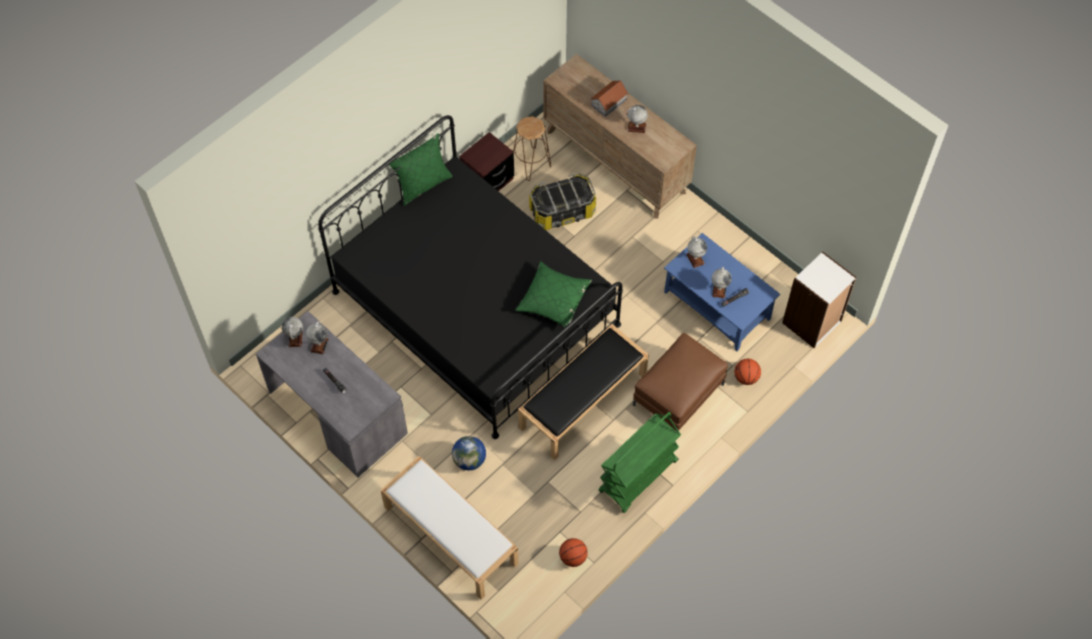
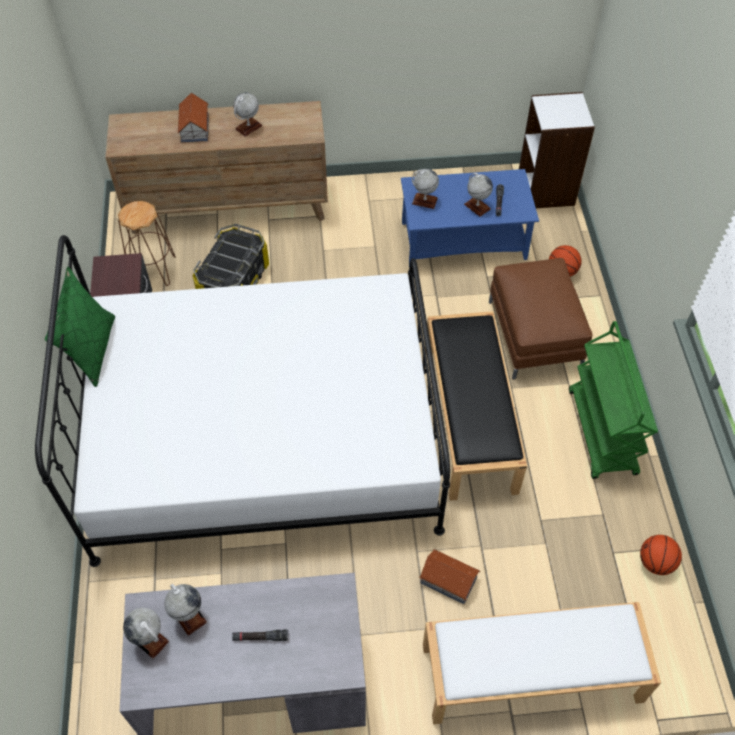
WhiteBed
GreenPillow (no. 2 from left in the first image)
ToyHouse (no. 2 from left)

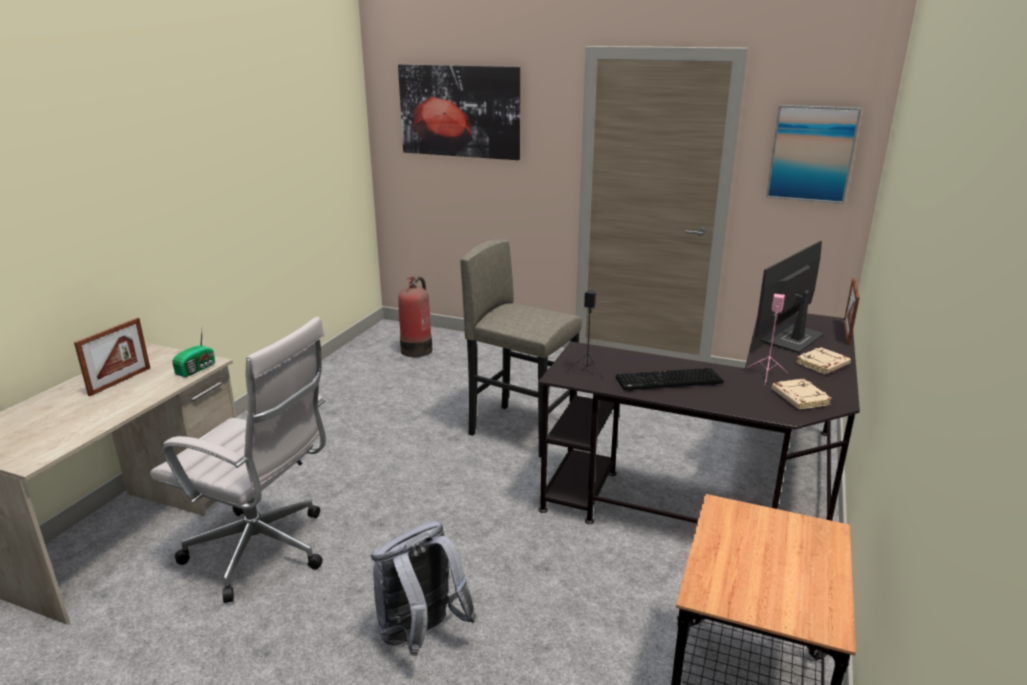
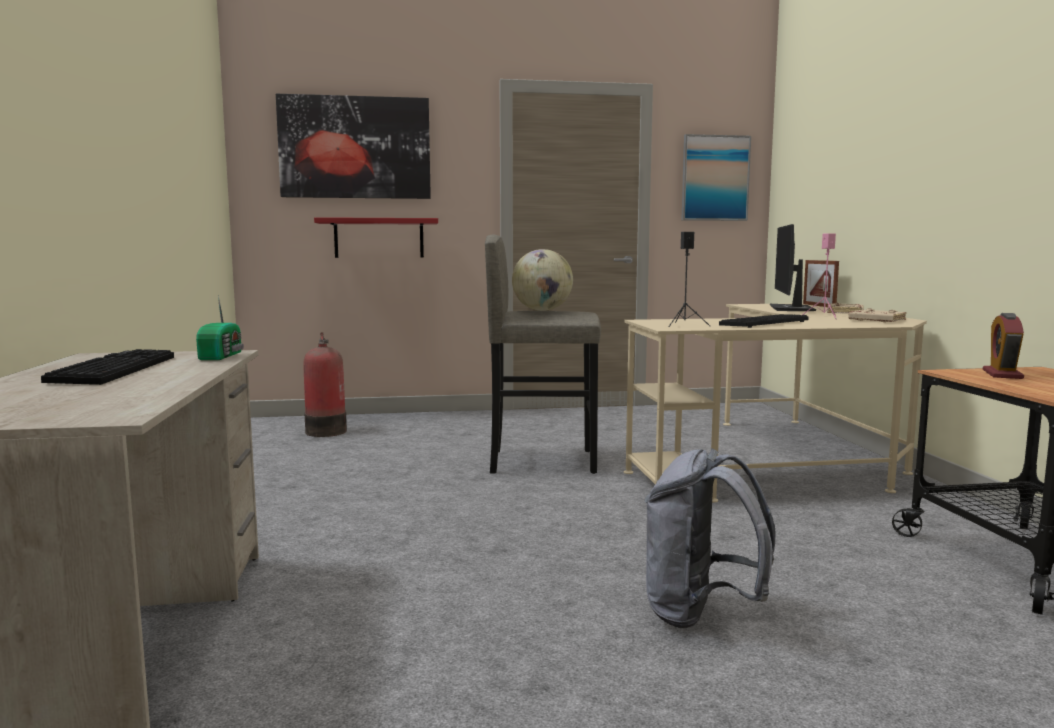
BeigeDesk (no. 2 from left)
WhiteOfficeChair
Keyboard (no. 1 from left)
RedShelf
Globe
AlarmClock

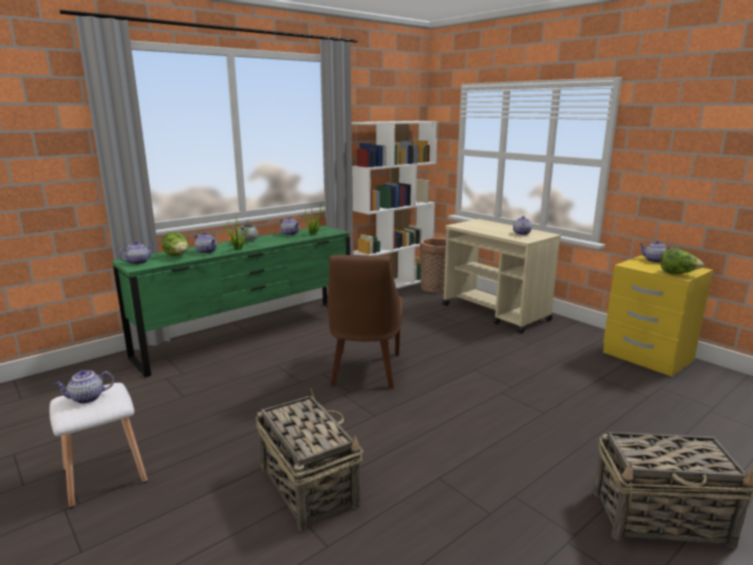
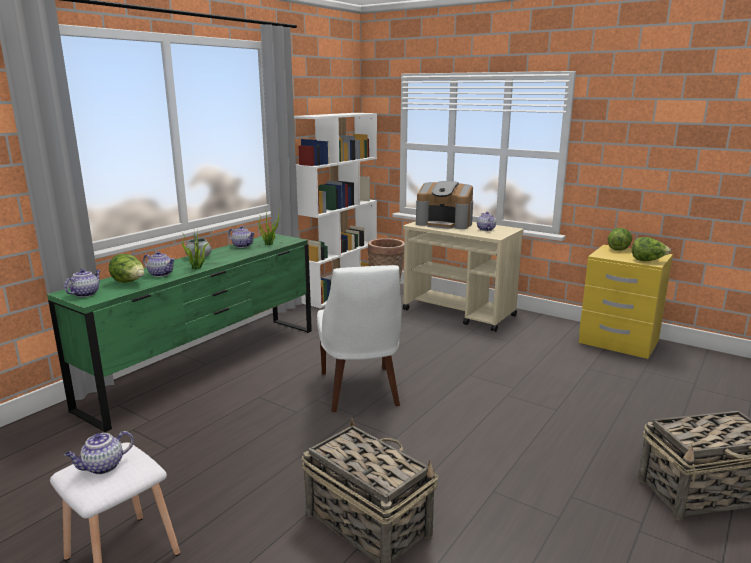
Lettuce (no. 2 from left)
WhiteChair
CoffeeMachine

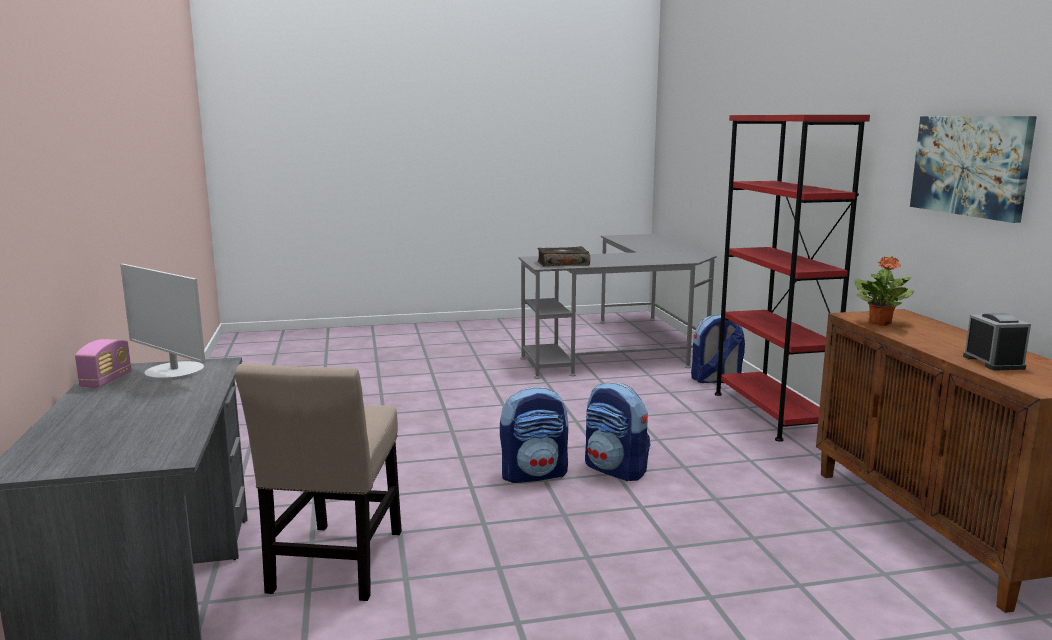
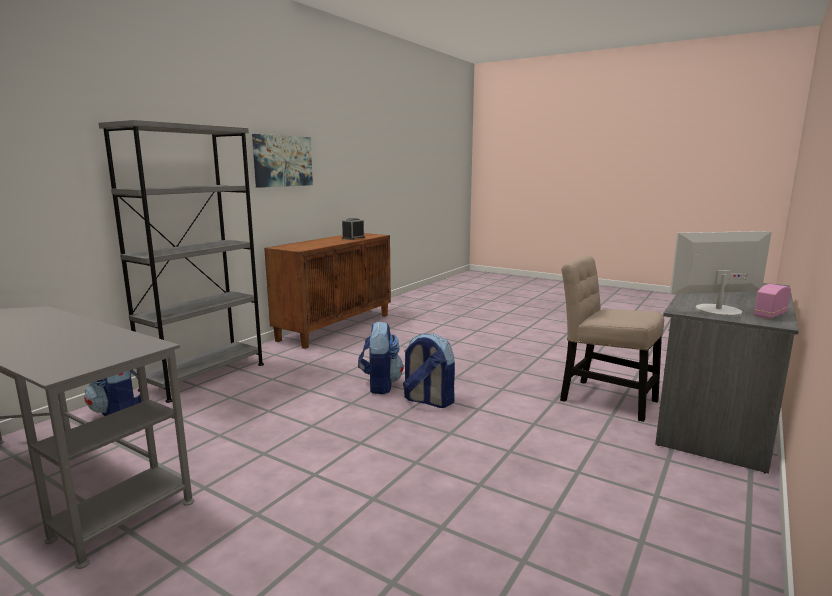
GreyBookcase
Book
PottedPlant
Monitor
BeigeChair

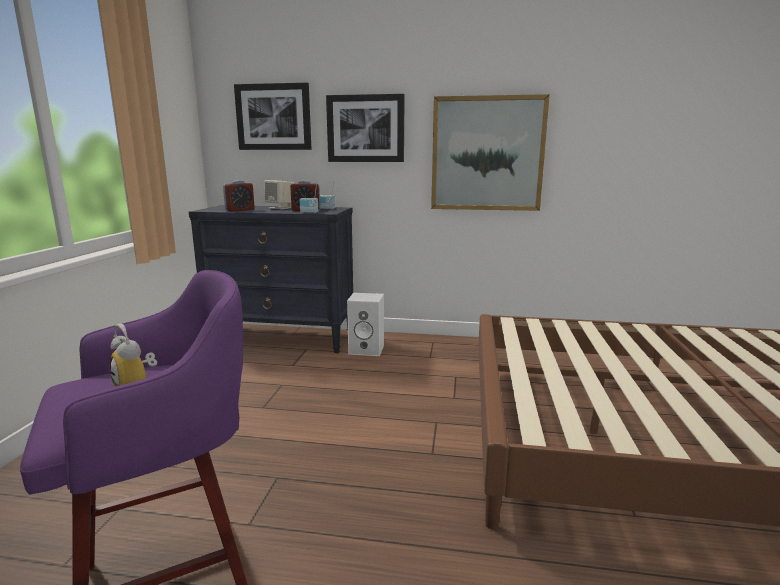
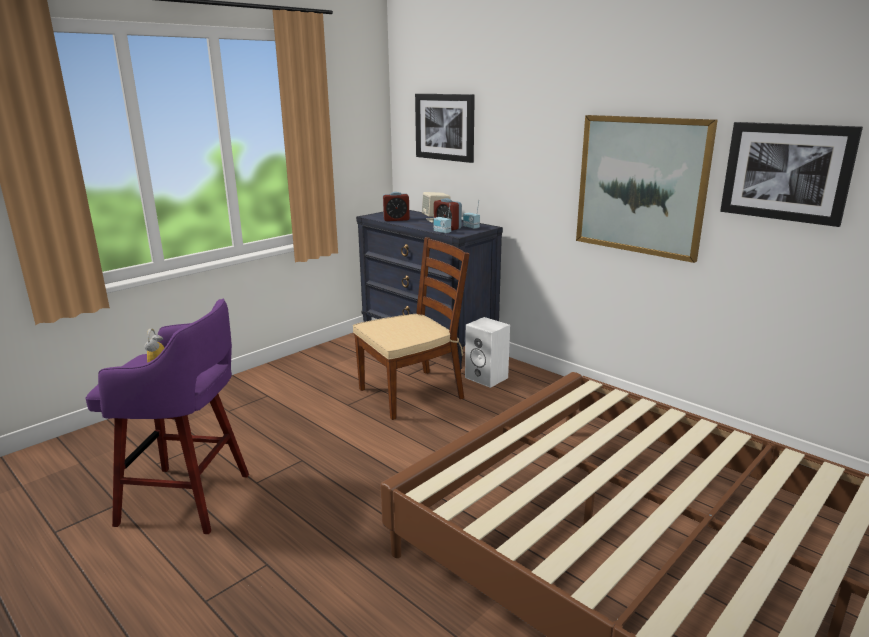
Picture (no. 3 from left)
BrownChair

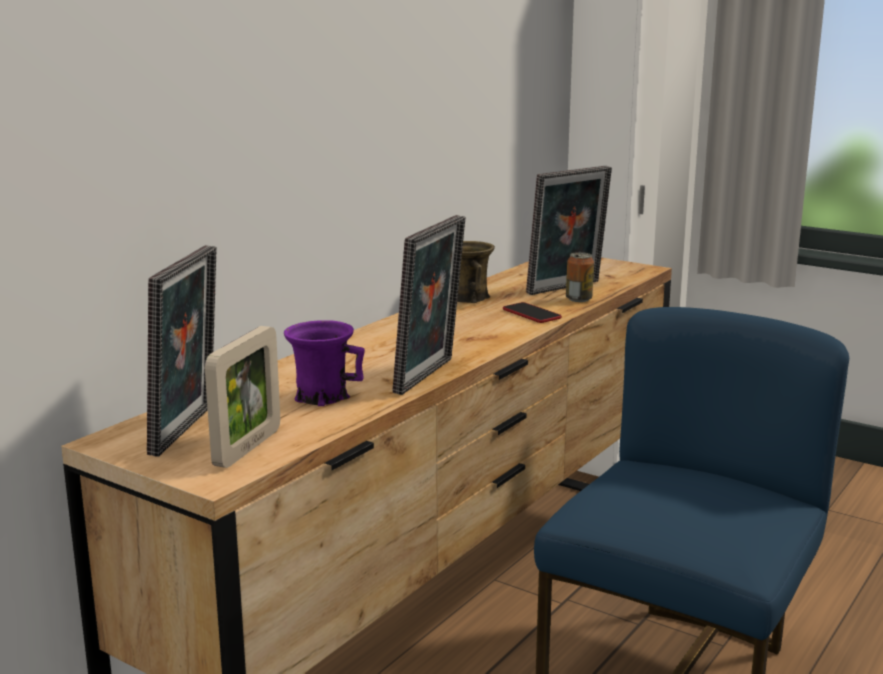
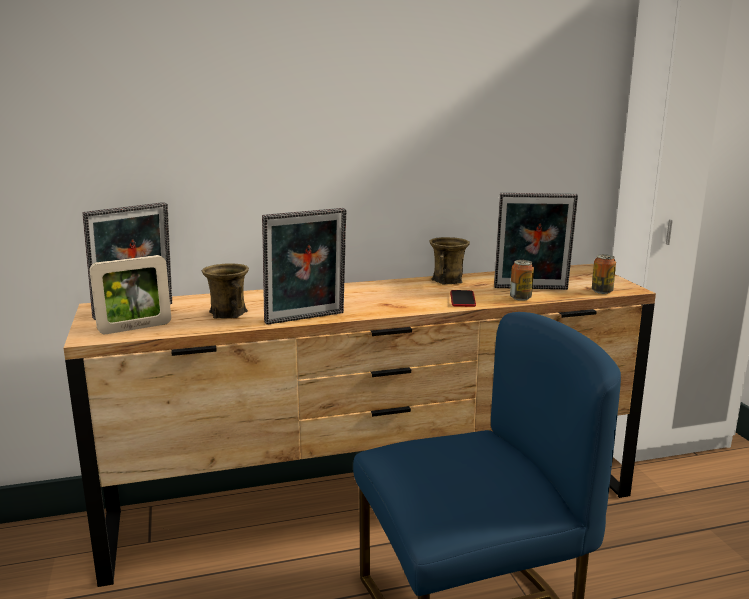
BrownMug (no. 1 from left)
Can (no. 2 from left)

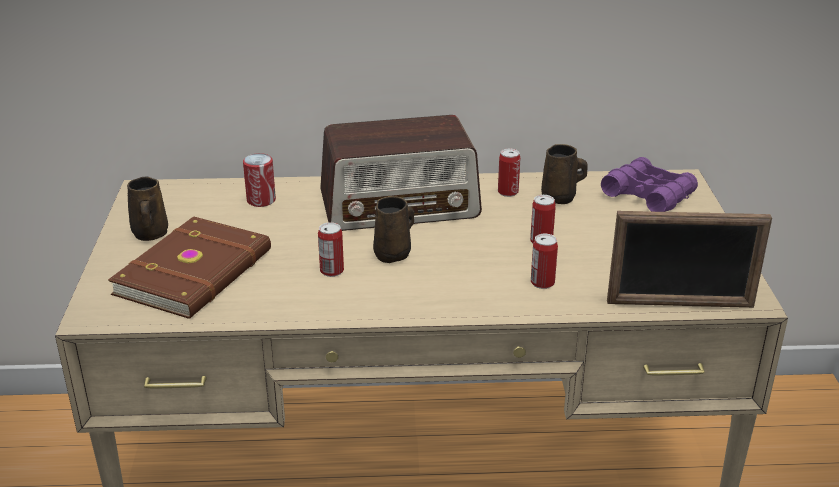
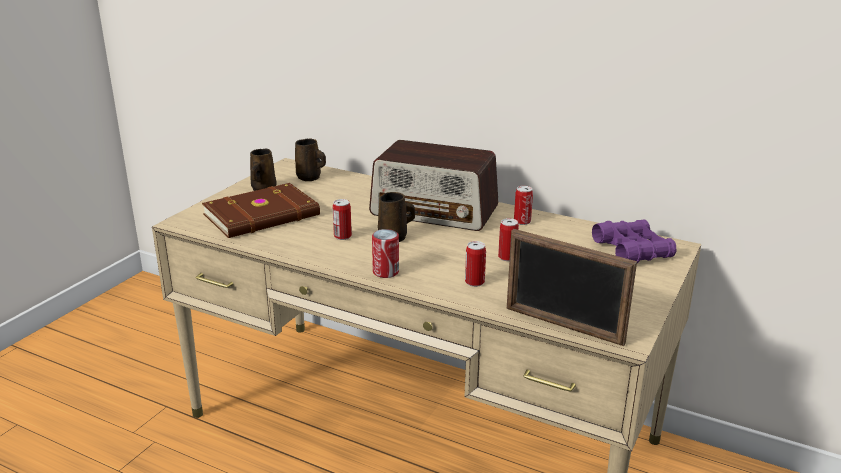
BrownMug (no. 2 from left)
Can (no. 2 from left)

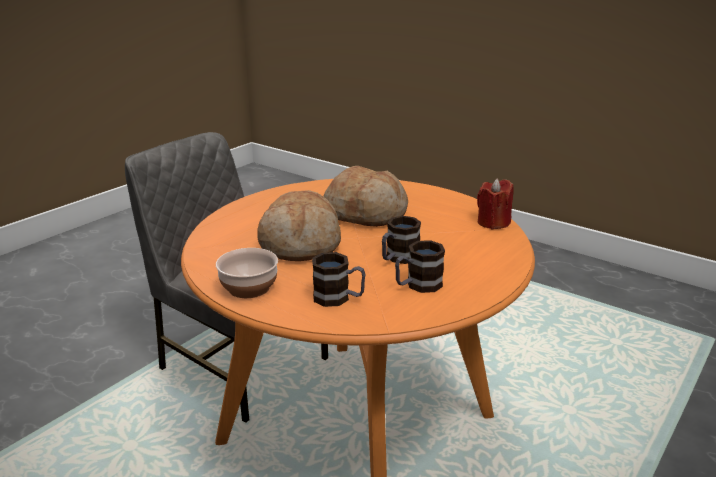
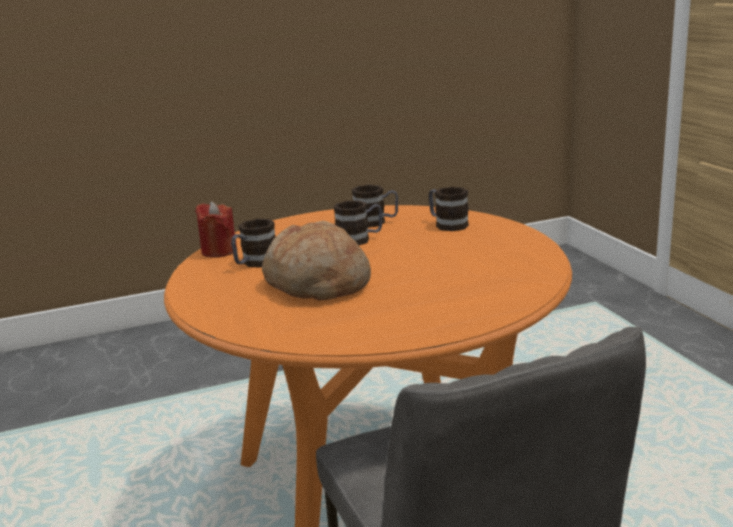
Bread (no. 1 from left in the first image)
Bowl
Mug (no. 1 from left)

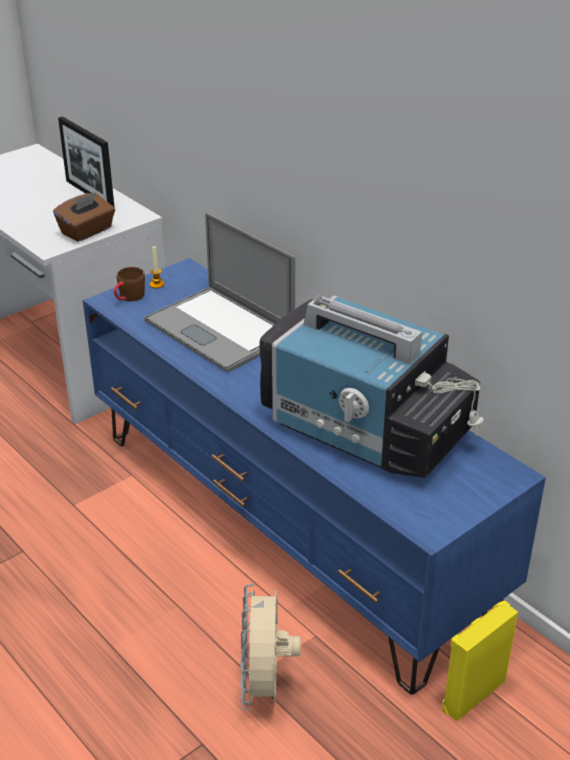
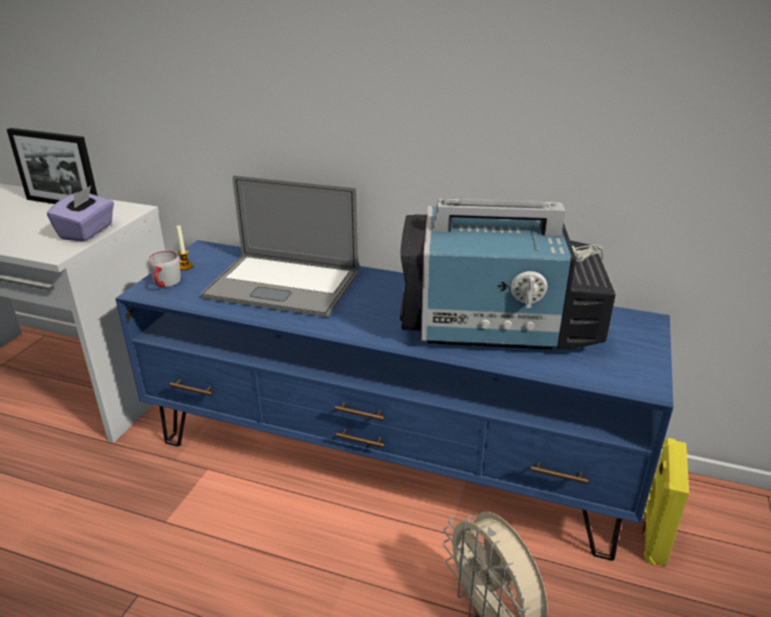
PurpleTissueBox
GreyMug

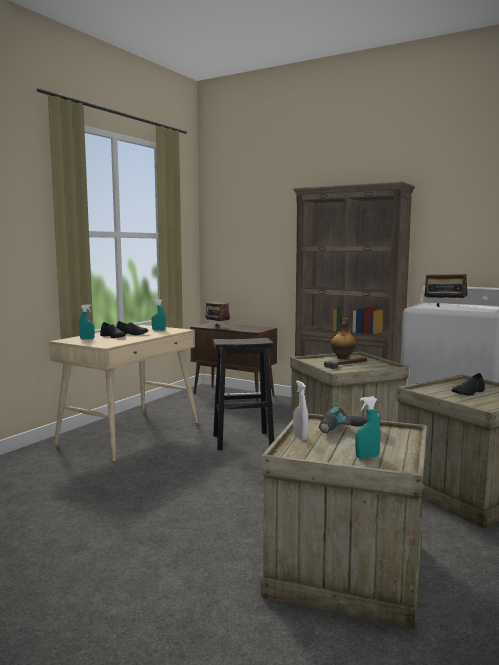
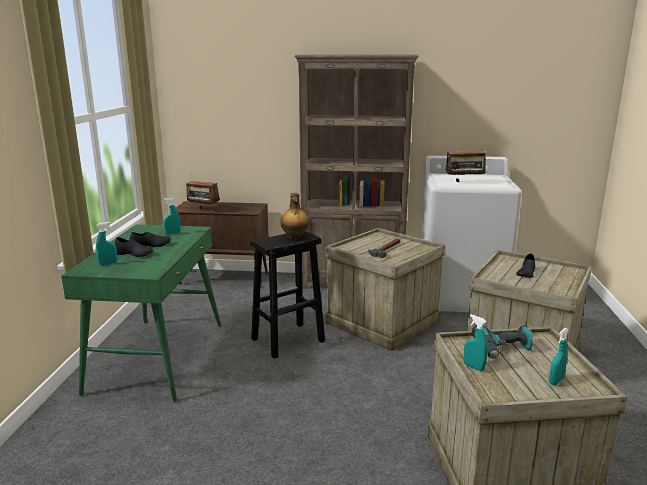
Bottle
GreenDesk
TurquoiseSprayBottle (no. 3 from left)

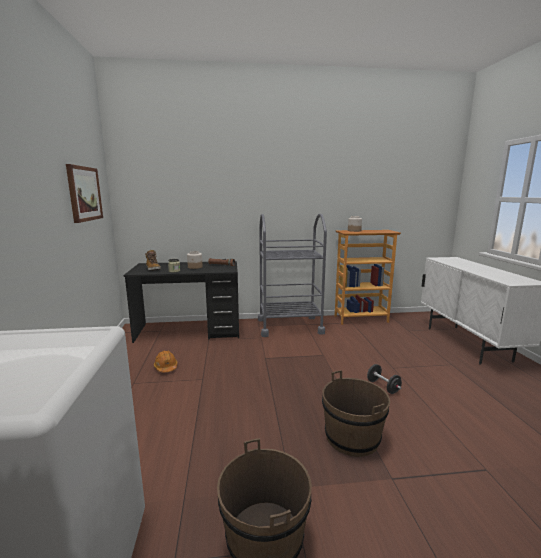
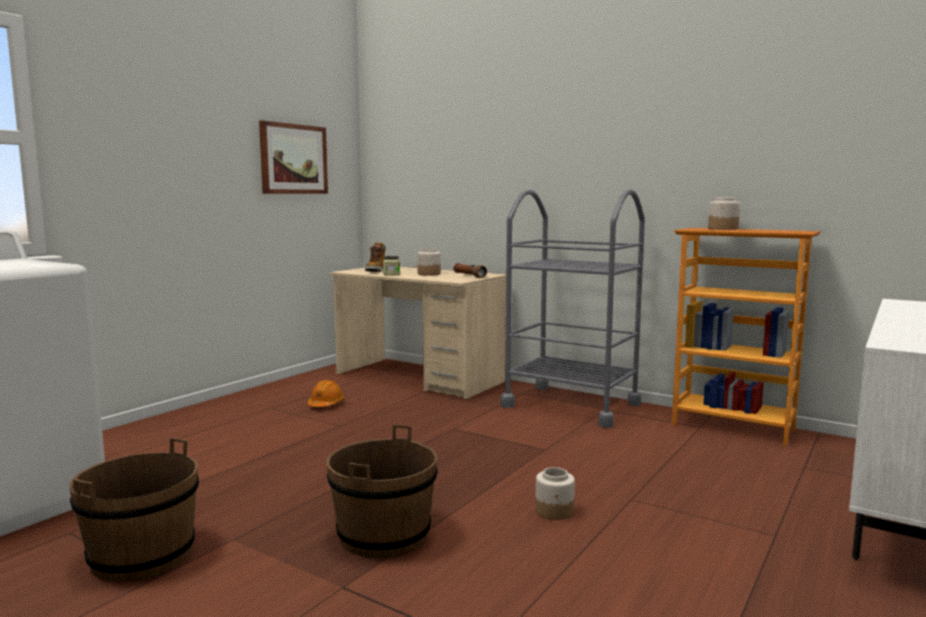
BeigeDesk
Jar (no. 3 from left)

